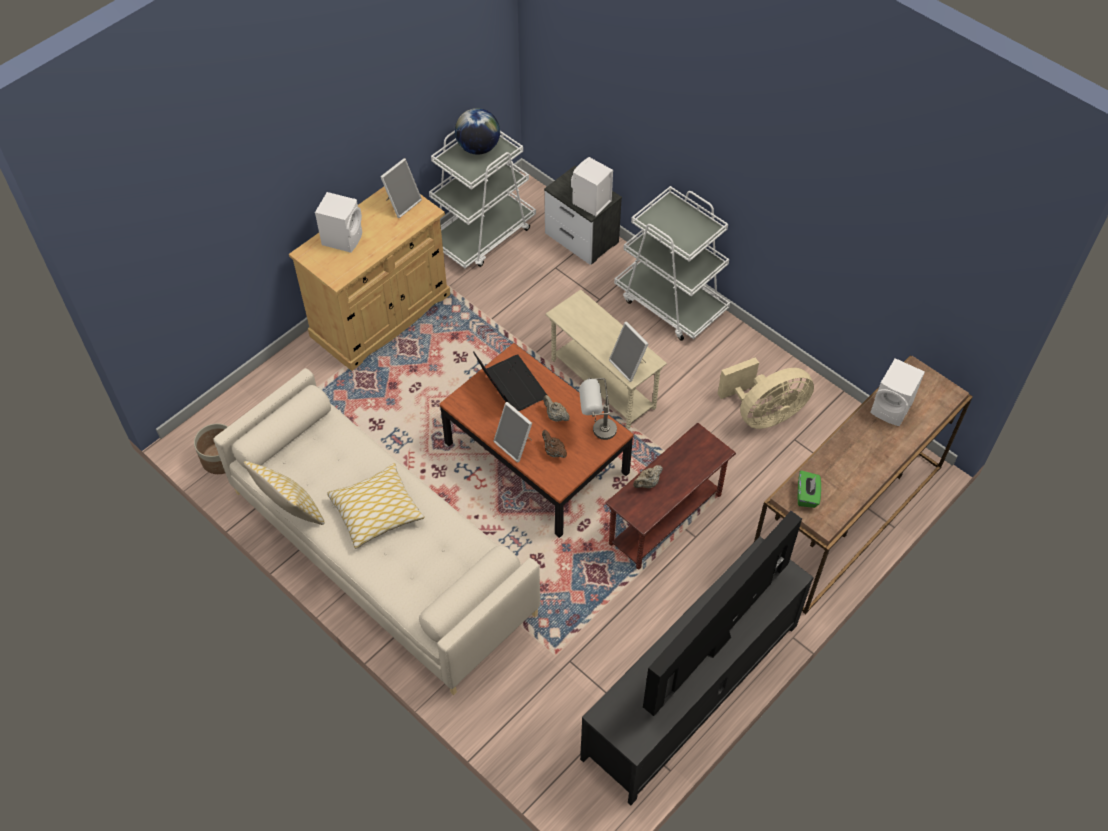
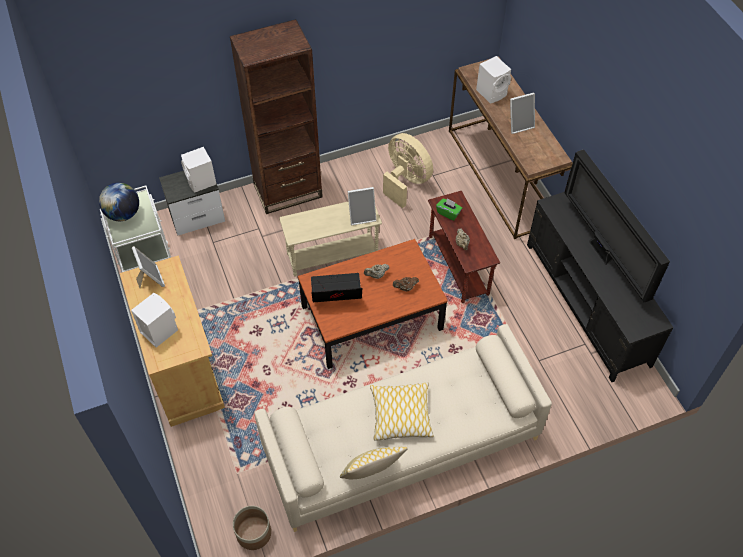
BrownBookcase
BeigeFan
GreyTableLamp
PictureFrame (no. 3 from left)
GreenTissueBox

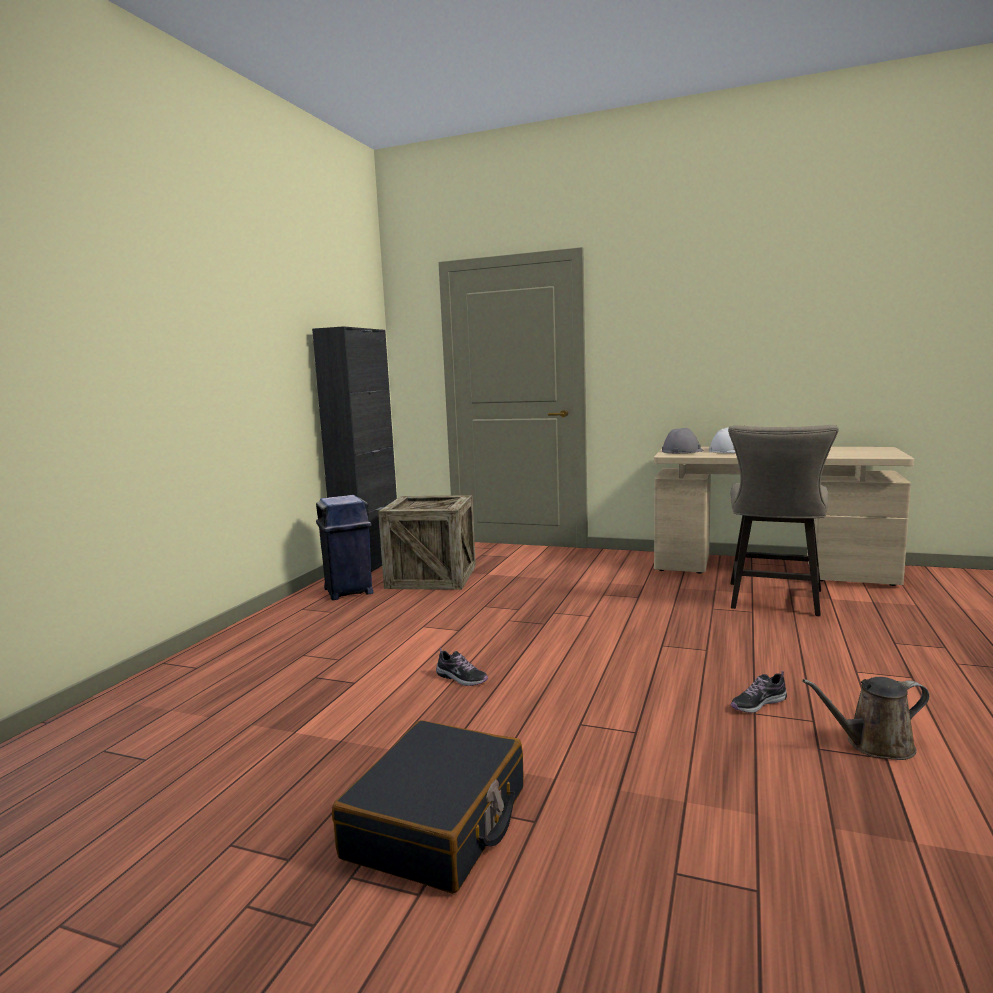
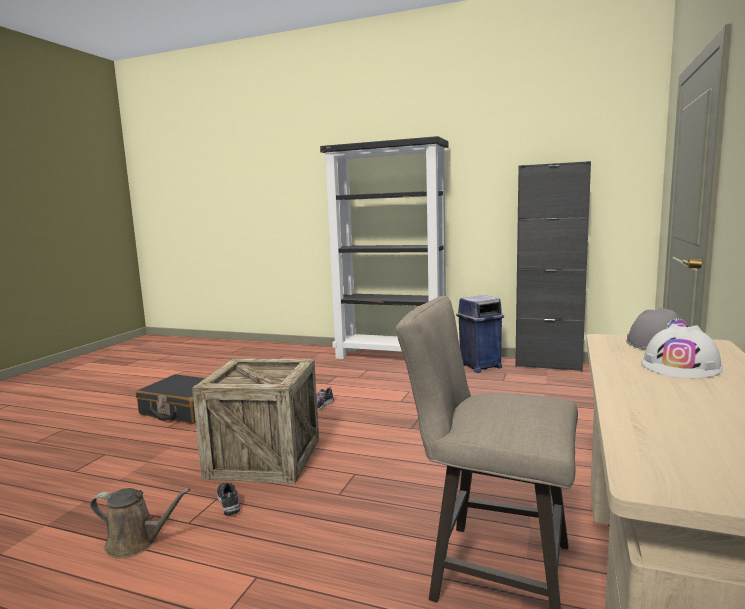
Crate
BrownWateringCan
BlackBookcase

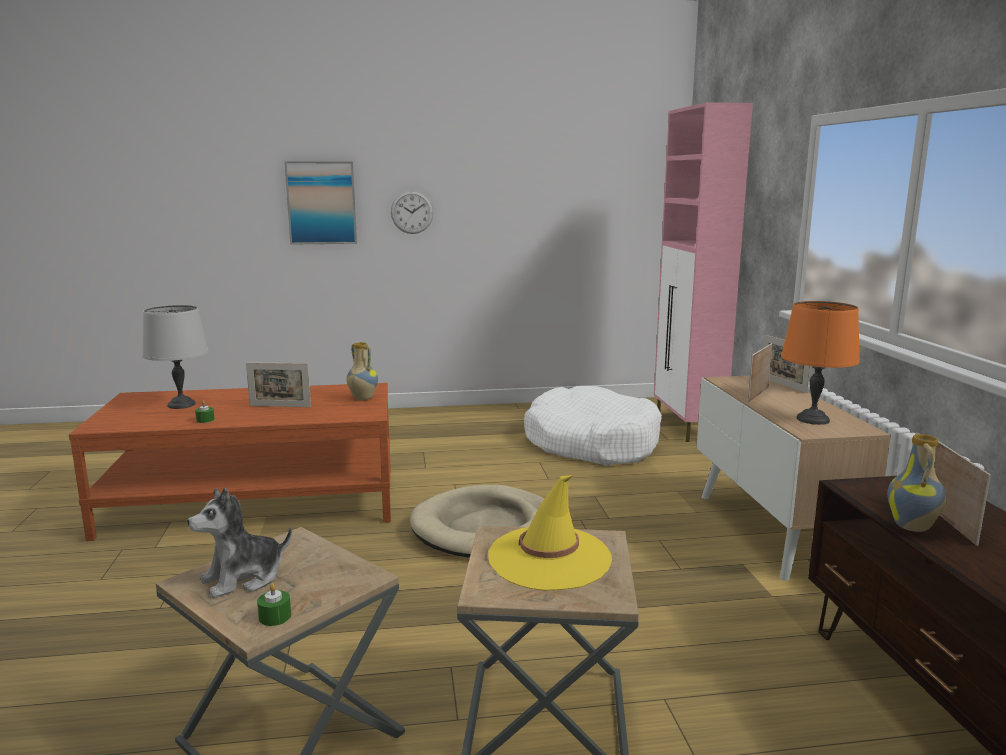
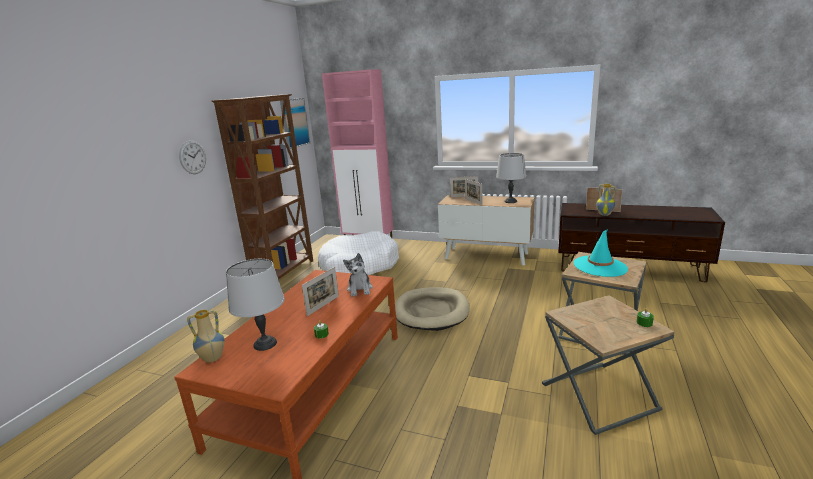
Picture
GreyTableLamp (no. 2 from left)
Vase (no. 1 from left)
TurquoiseHat
PlushToy
BrownBookcase

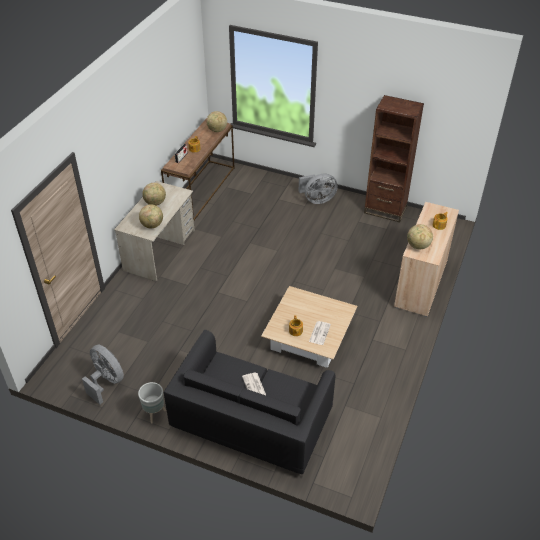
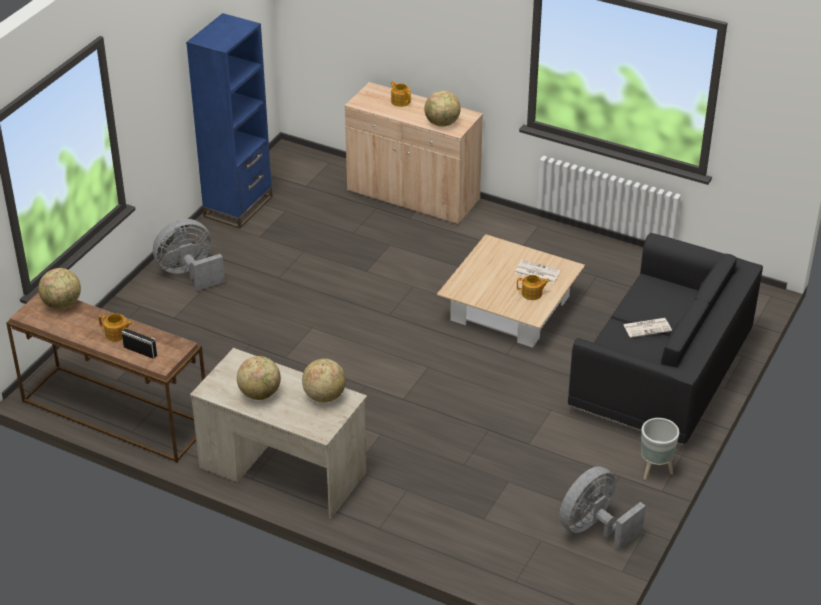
BlueBookcase
GreyFan (no. 1 from left)

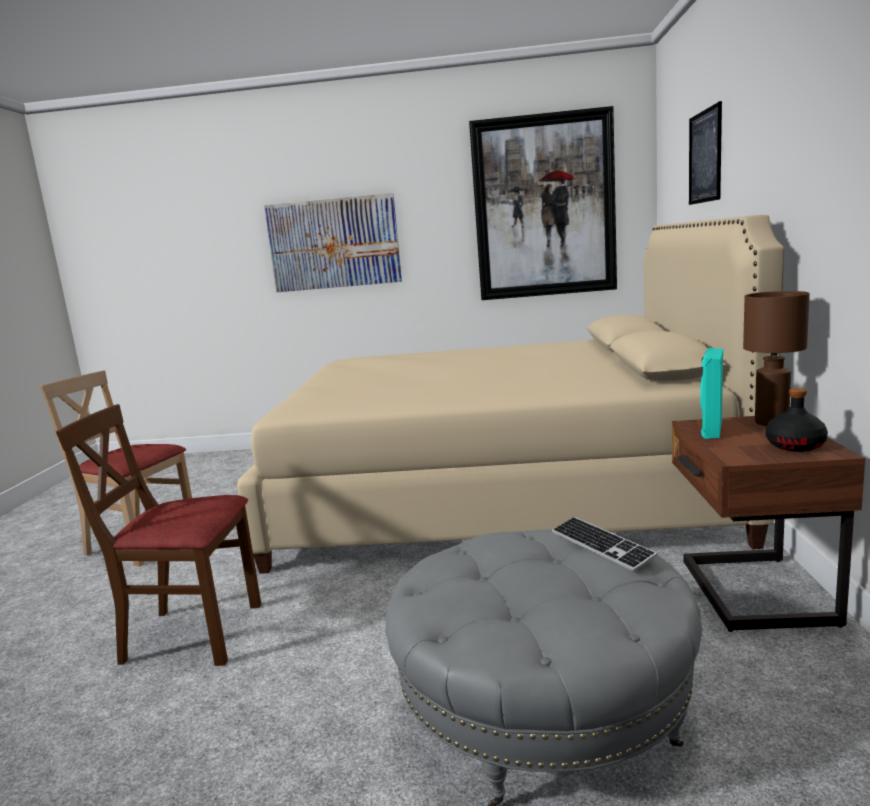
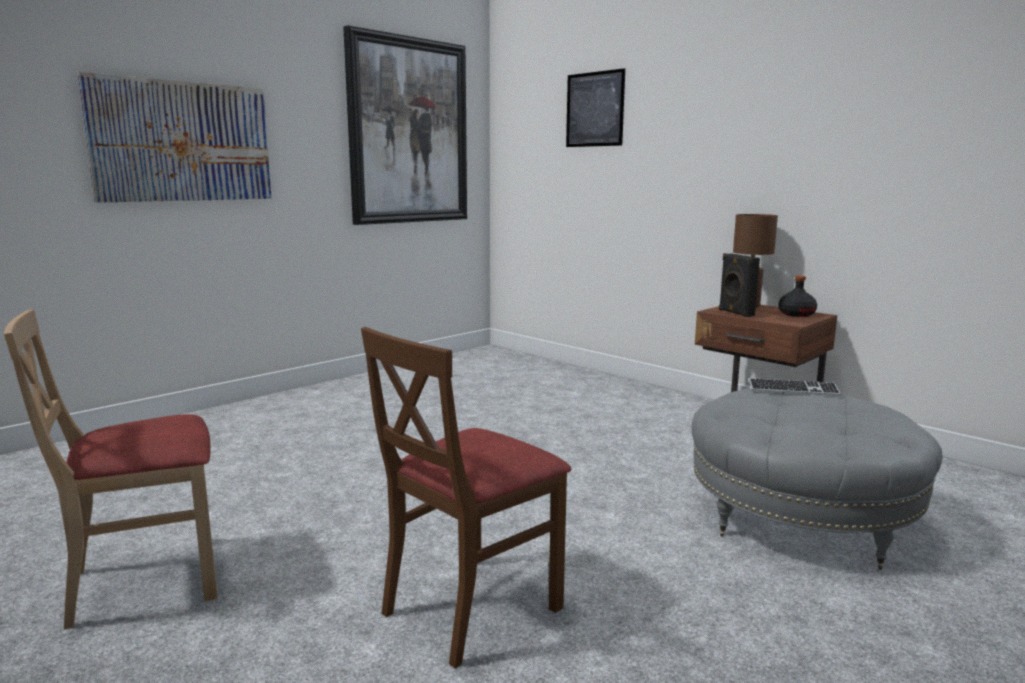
BeigeBed
BlackSpeaker

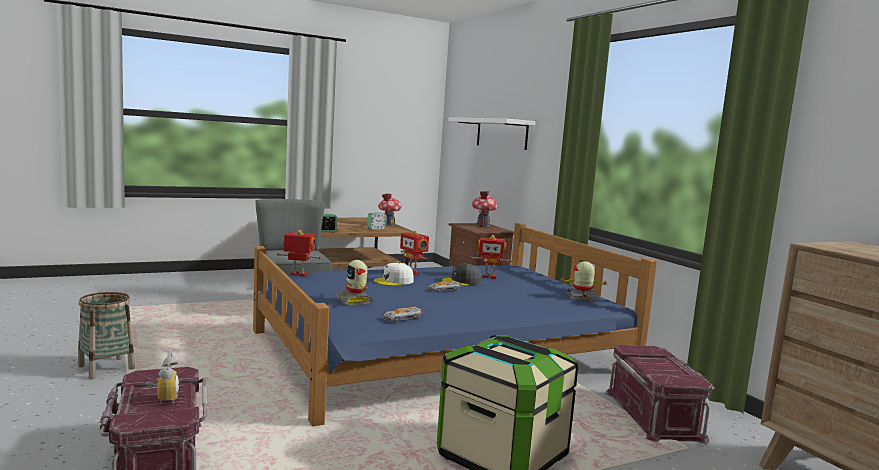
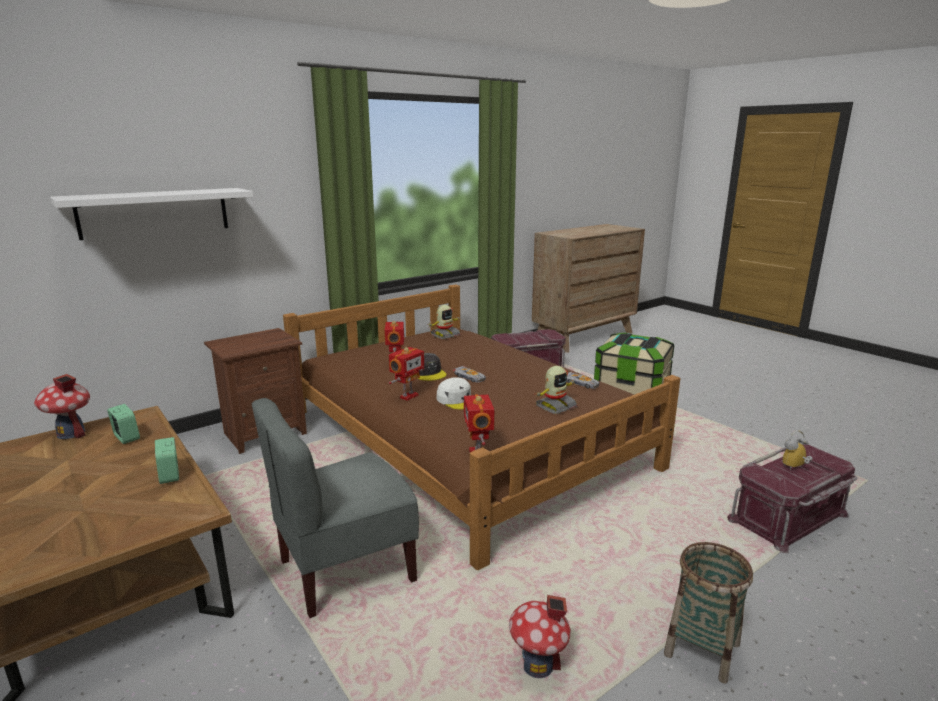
ToyHouse (no. 2 from left)
BrownBed
ToyRobot (no. 3 from left)

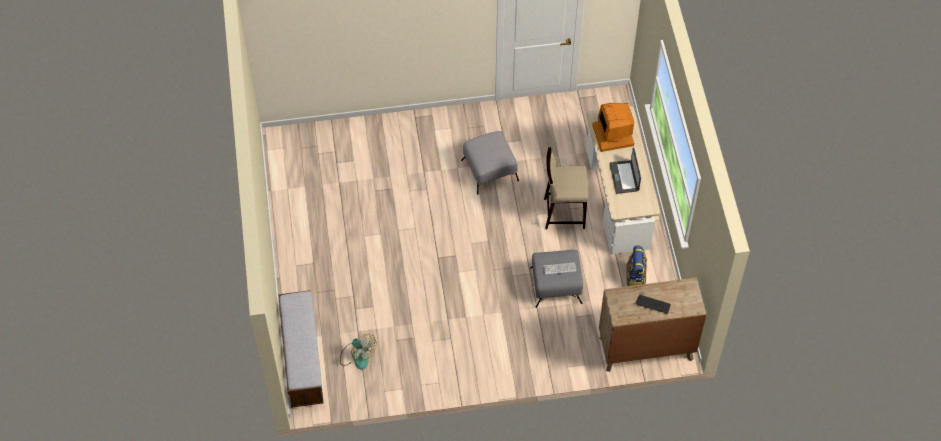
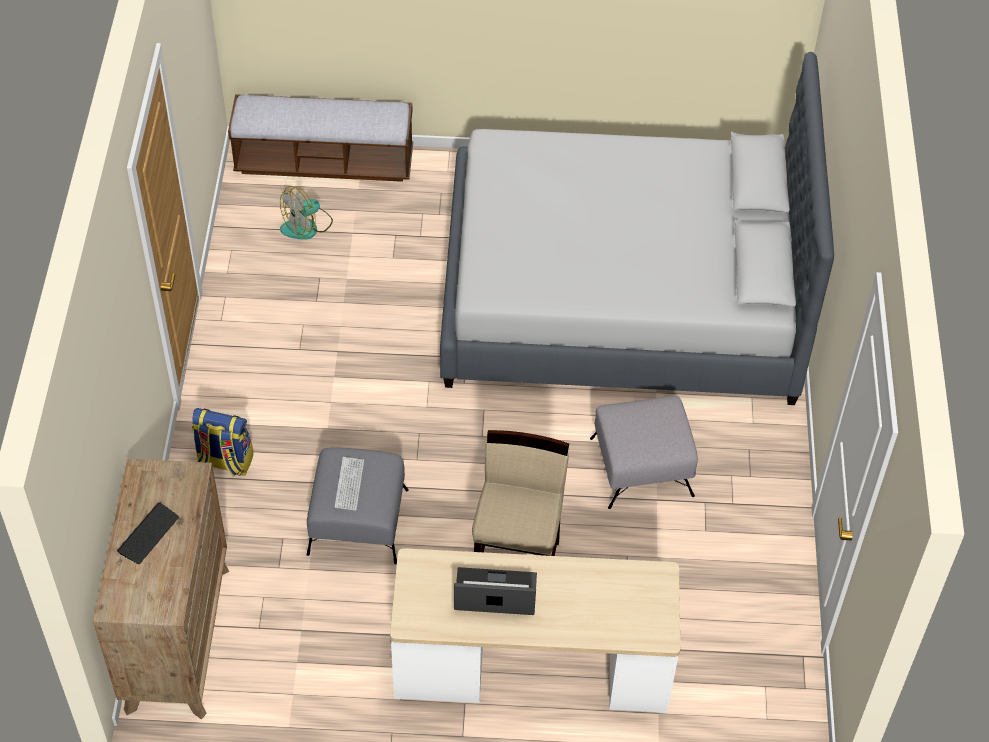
Monitor
Backpack
GreyBed

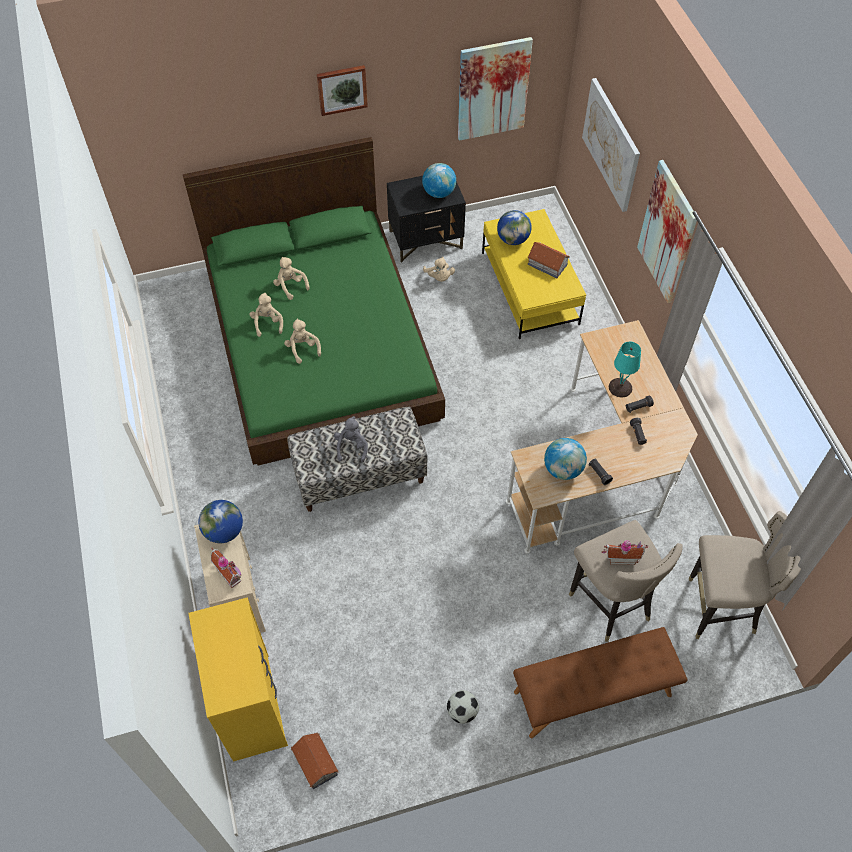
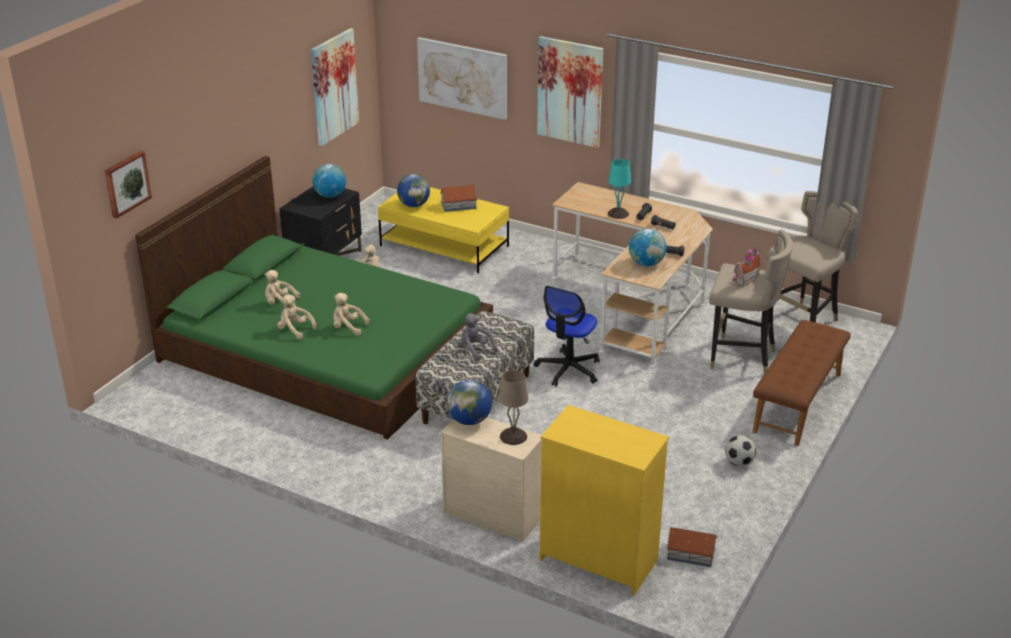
Picture (no. 1 from left)
BeigeTableLamp
OfficeChair

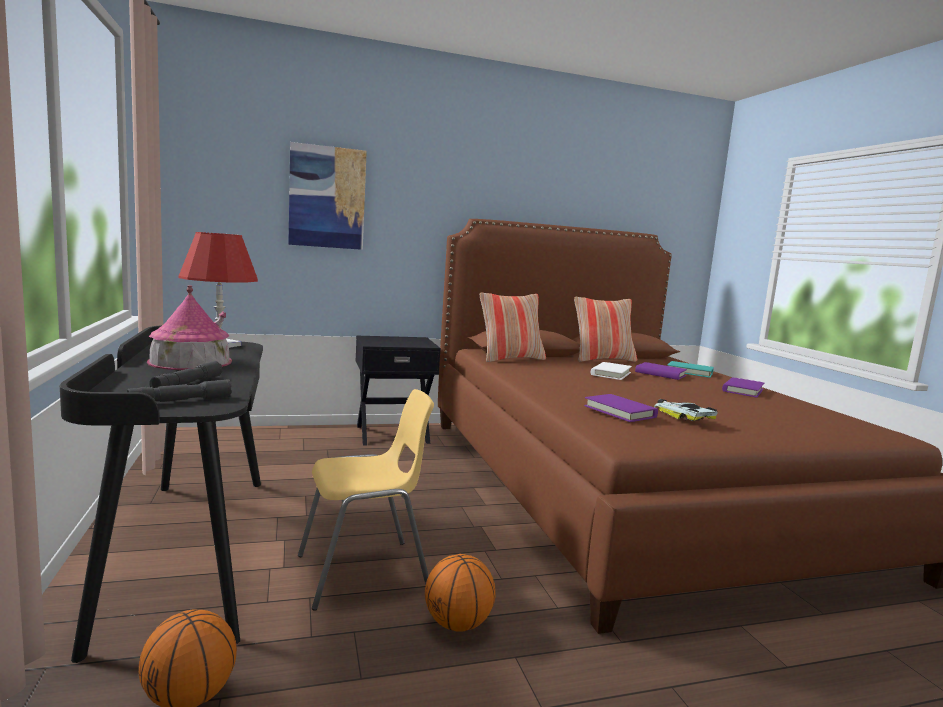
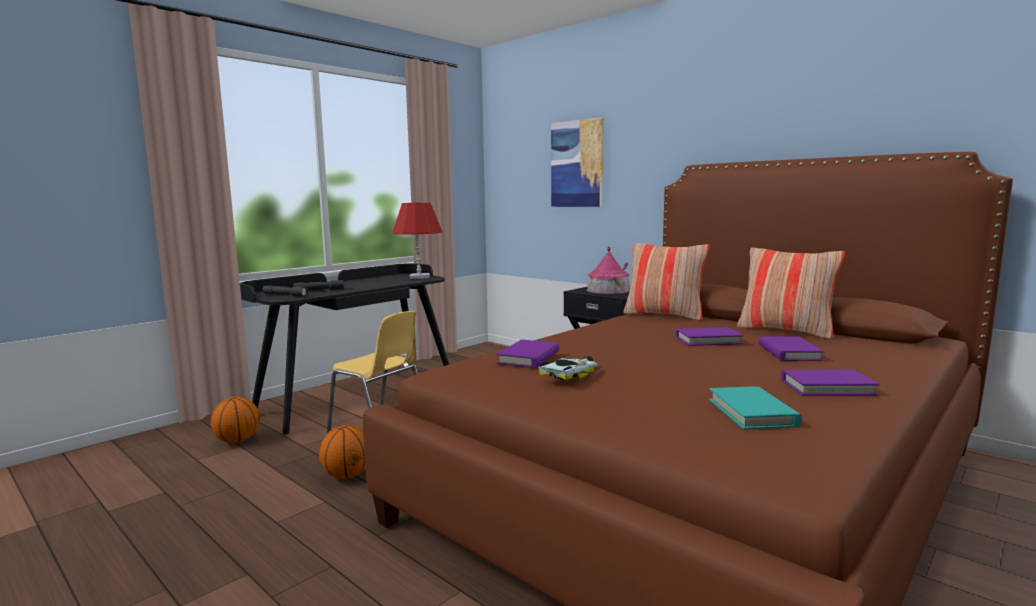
ToyHouse
TurquoiseBook
PurpleBook (no. 2 from left)

